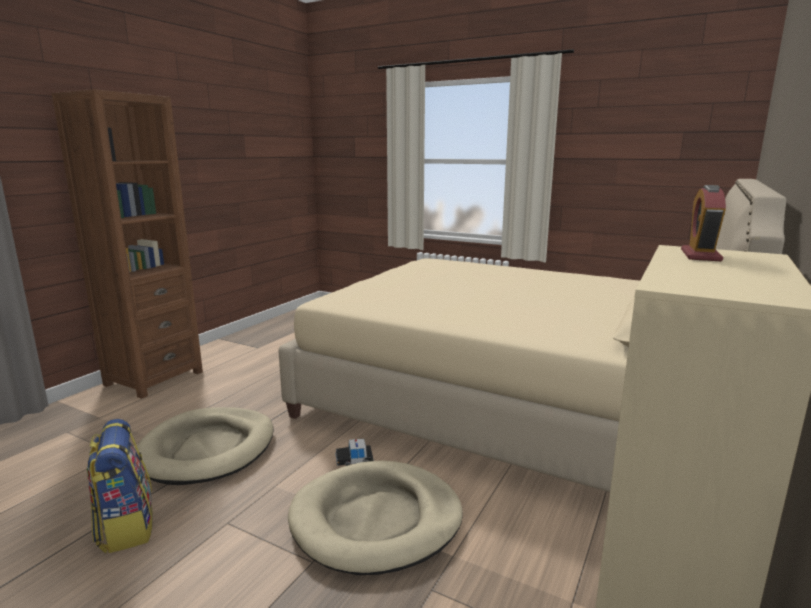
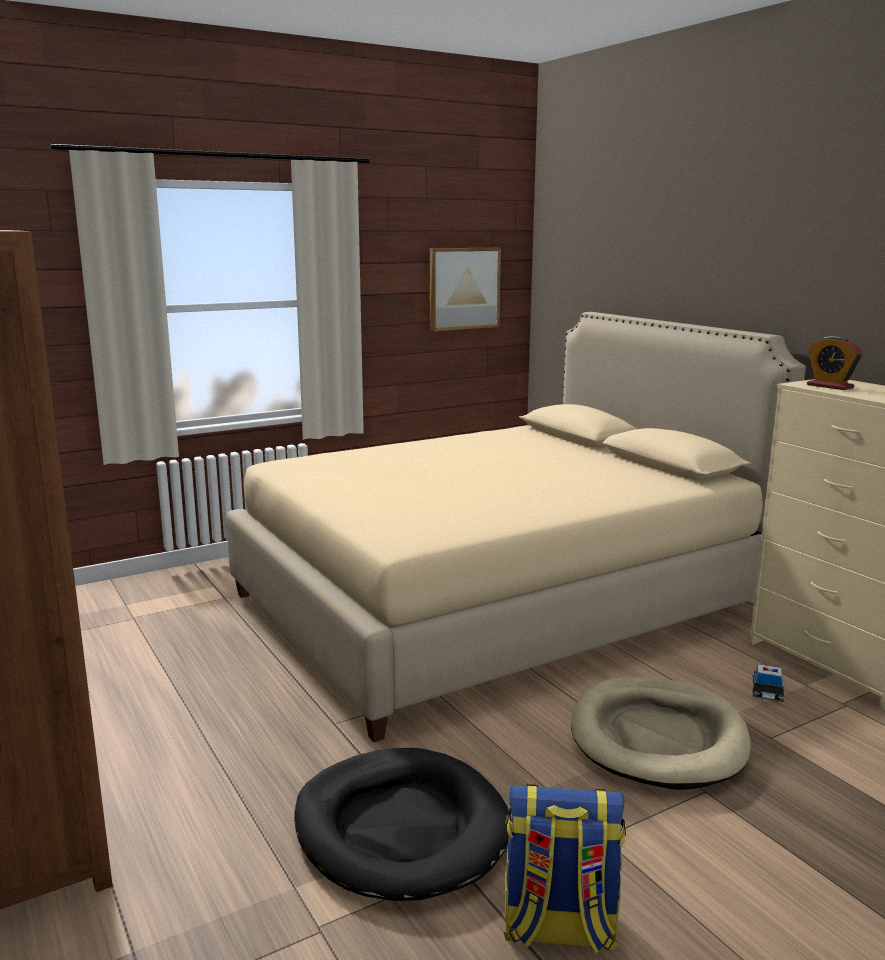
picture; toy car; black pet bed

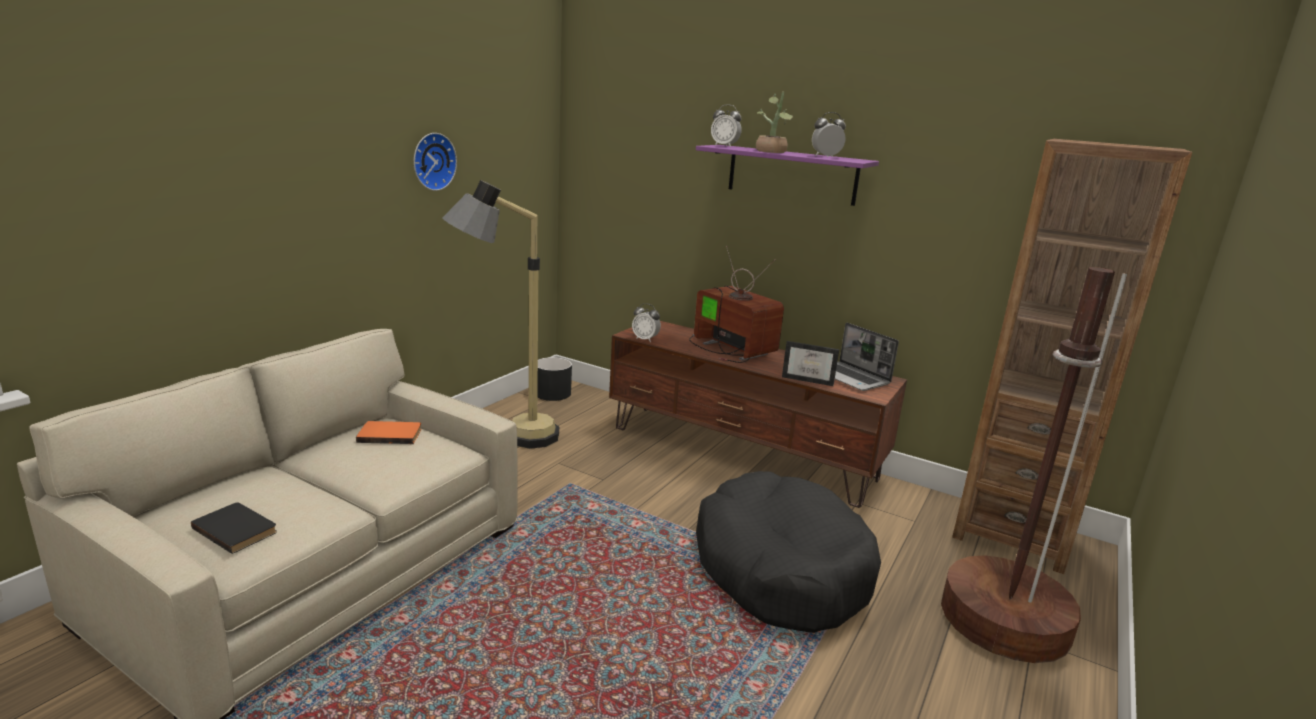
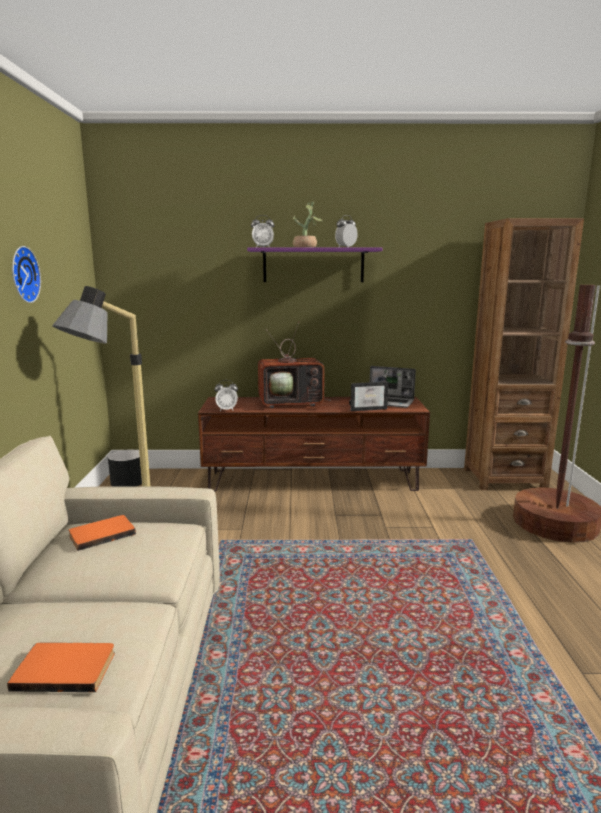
black pet bed; orange volume (no. 1 from left); TV set

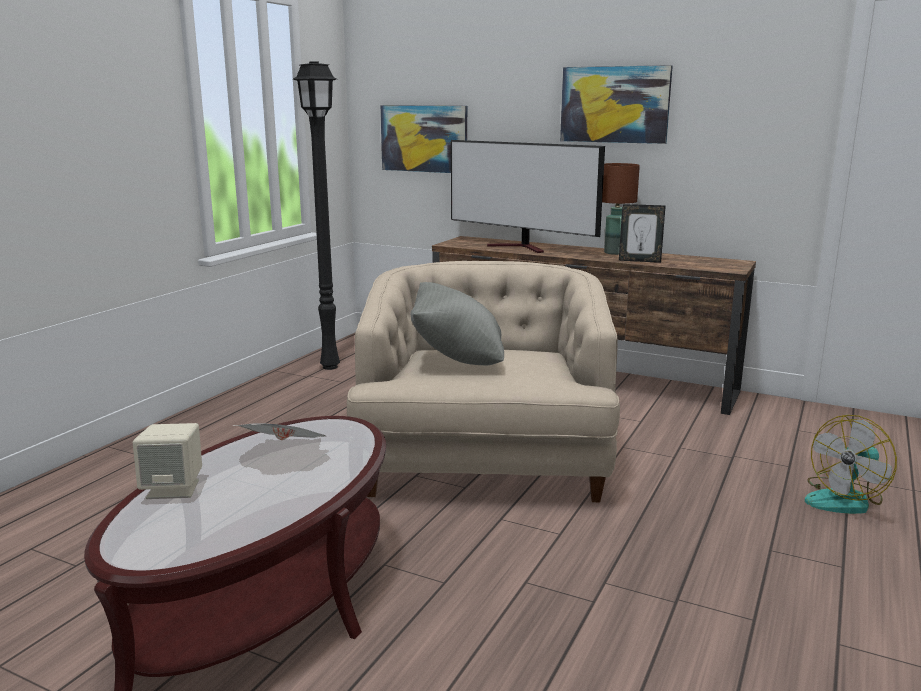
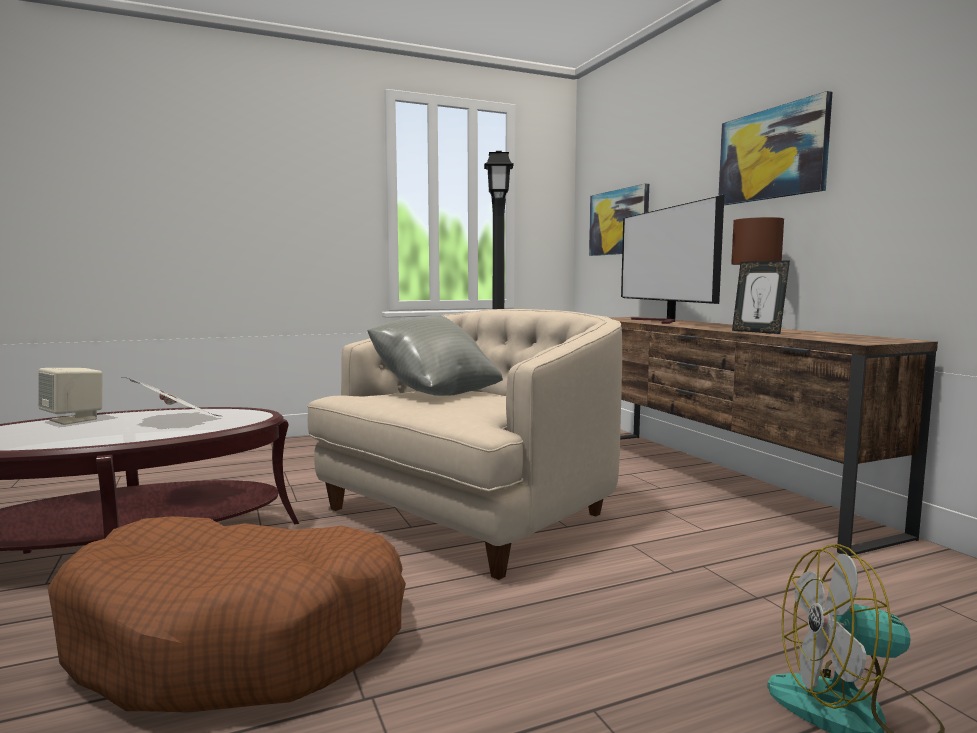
brown pet bed

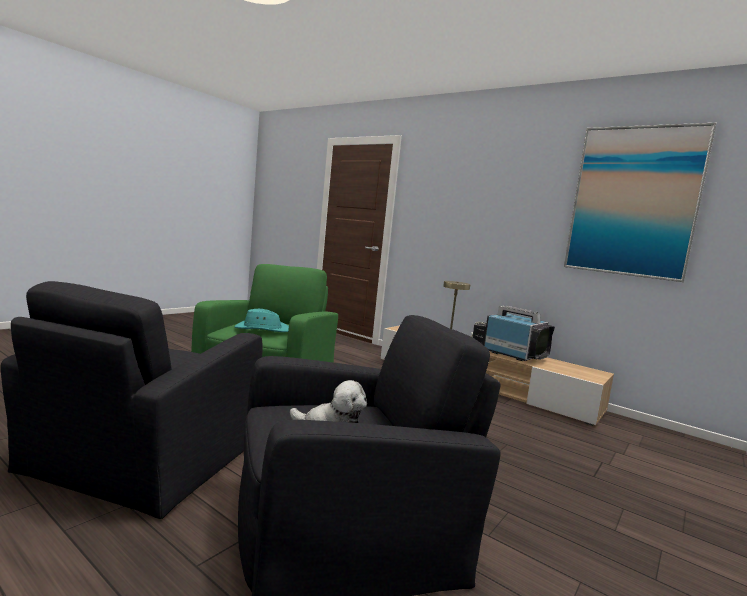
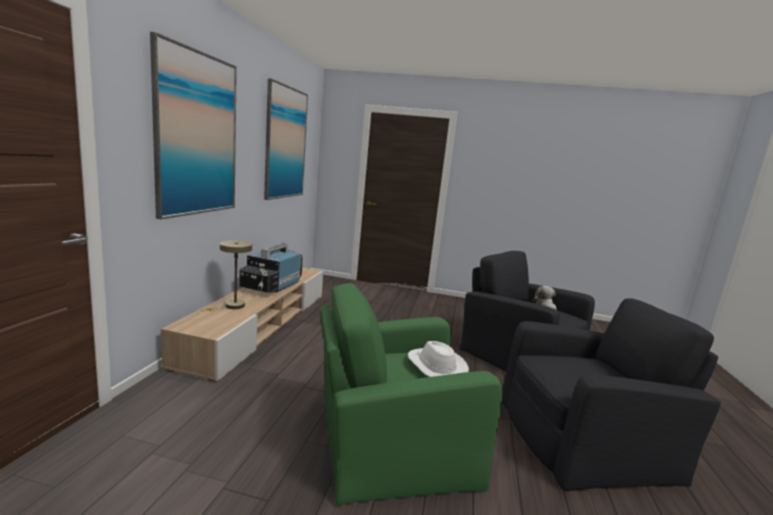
picture (no. 1 from left); white hat

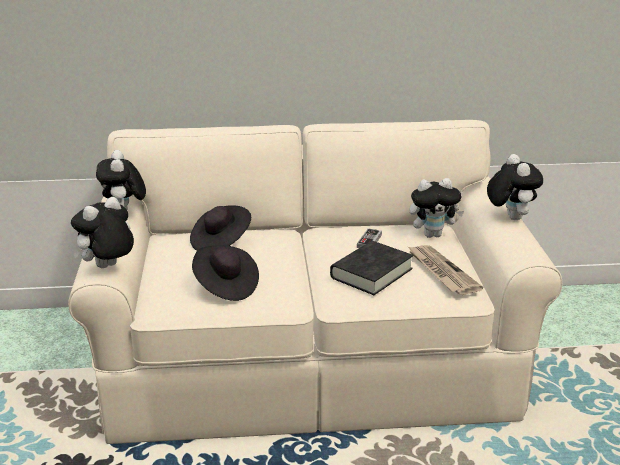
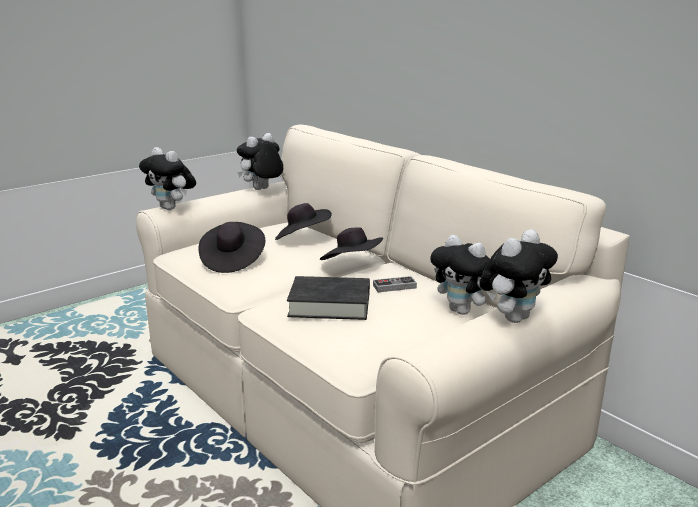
newspaper; black hat (no. 3 from left); plush toy (no. 1 from left)

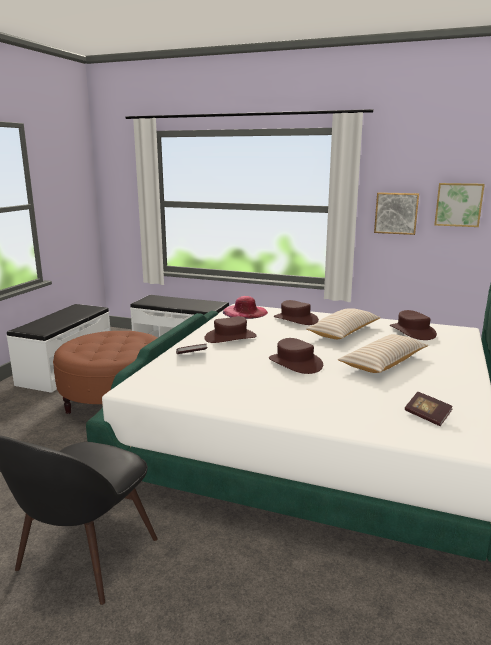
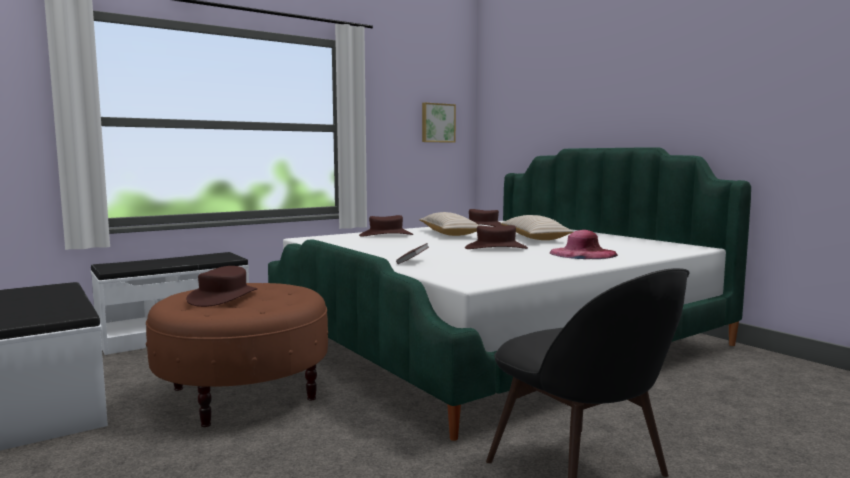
picture (no. 1 from left in the first image); volume (no. 2 from left in the first image); brown hat (no. 1 from left); pinkish hat

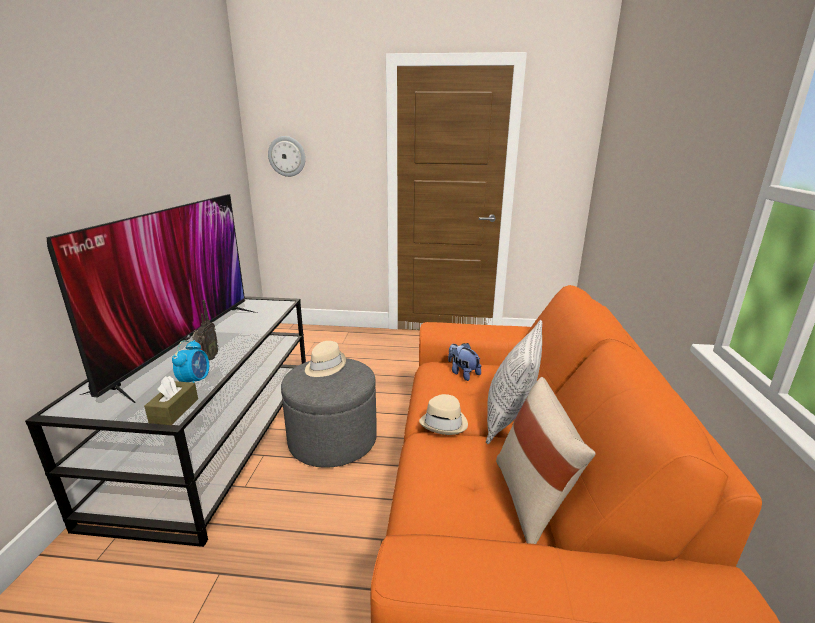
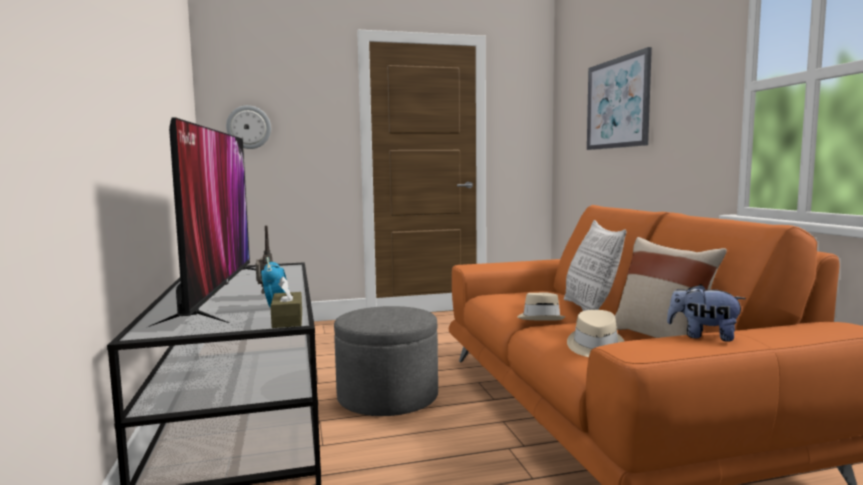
picture; beige hat (no. 2 from left); plush toy

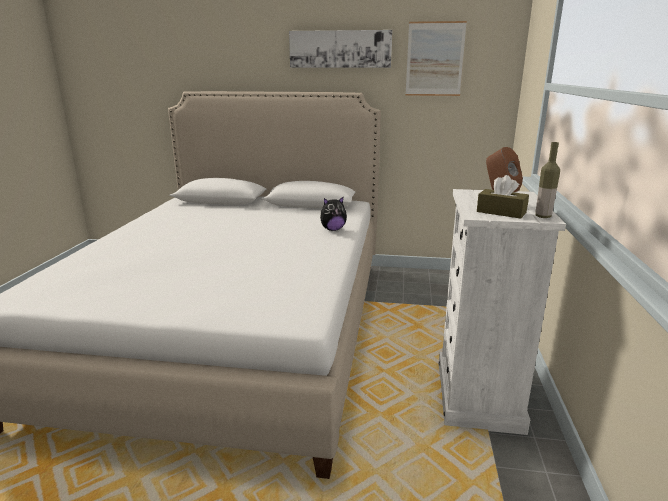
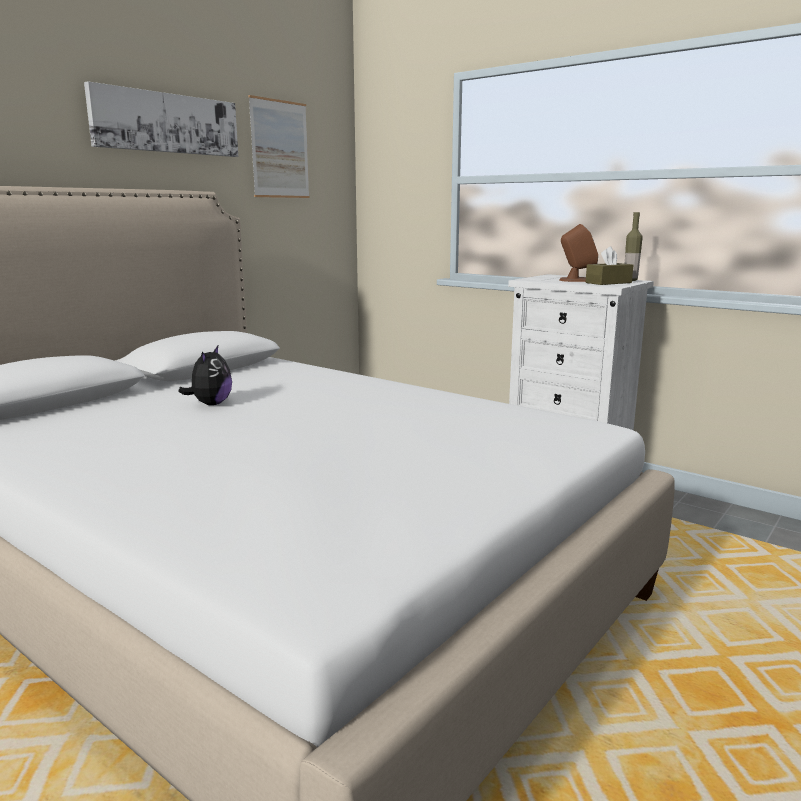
plush toy

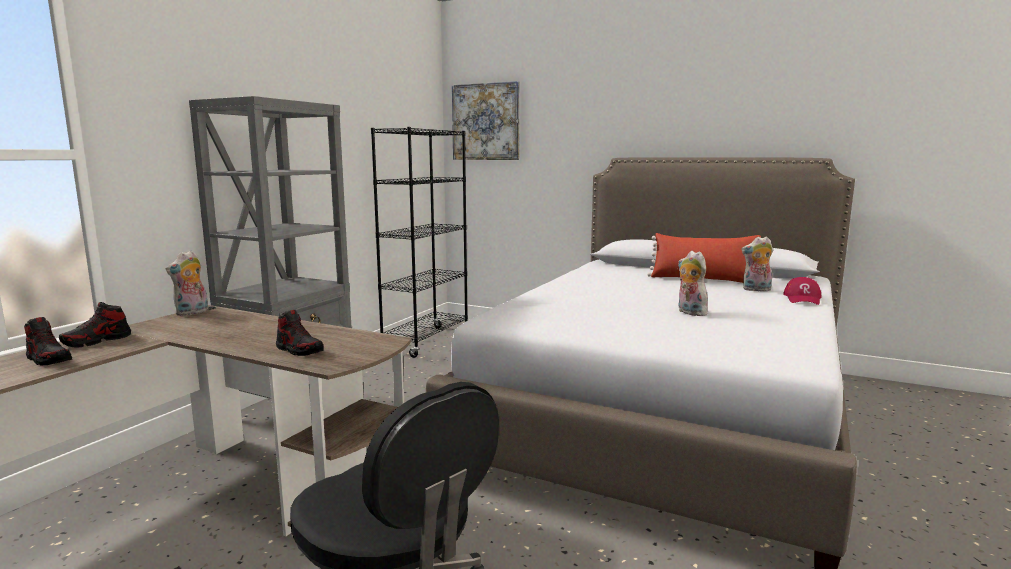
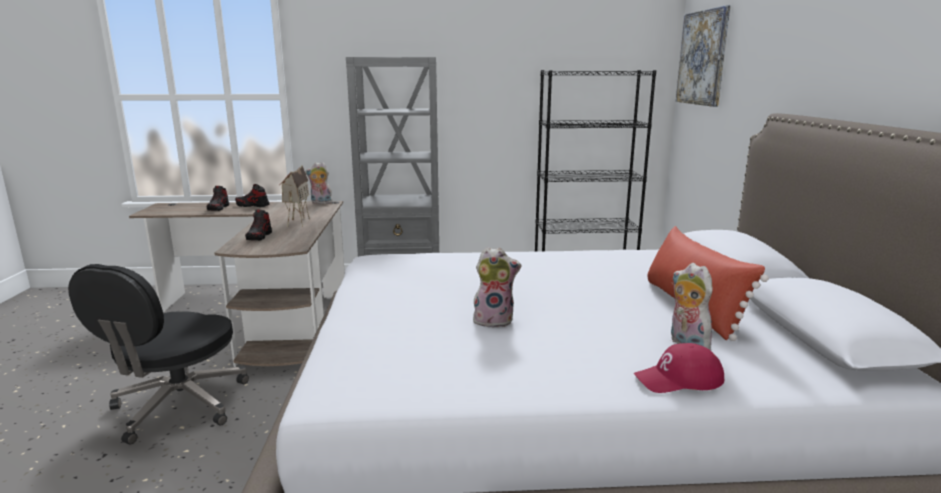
toy house; plush toy (no. 2 from left)

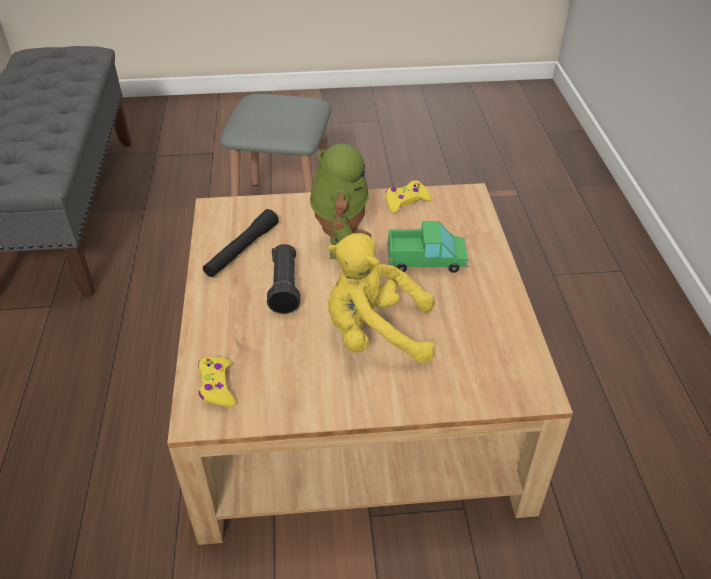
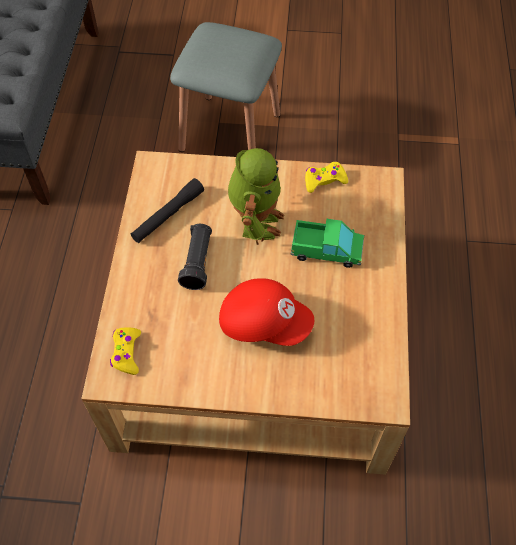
red baseball cap

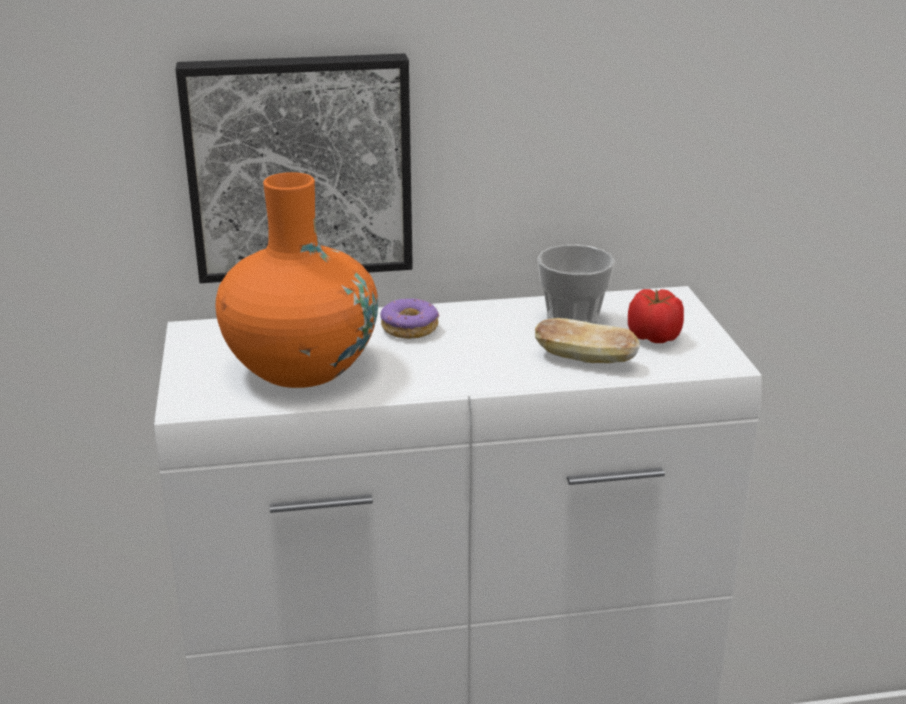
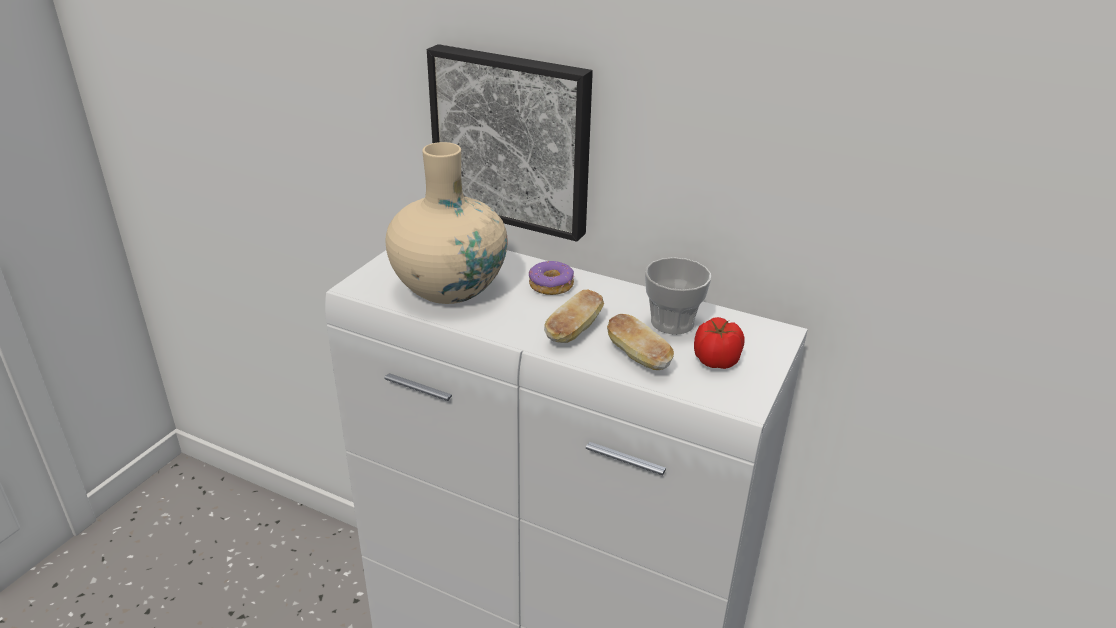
bakery bread (no. 1 from left); beige vase

